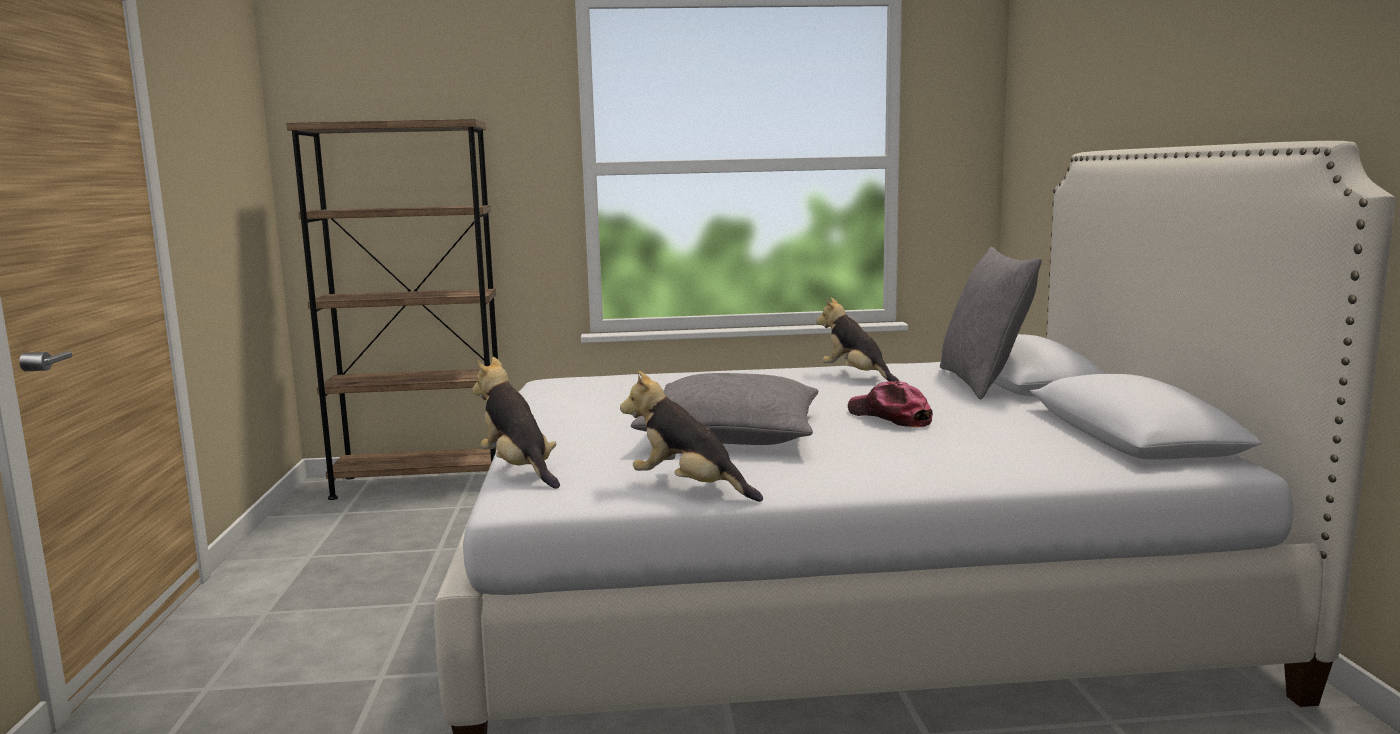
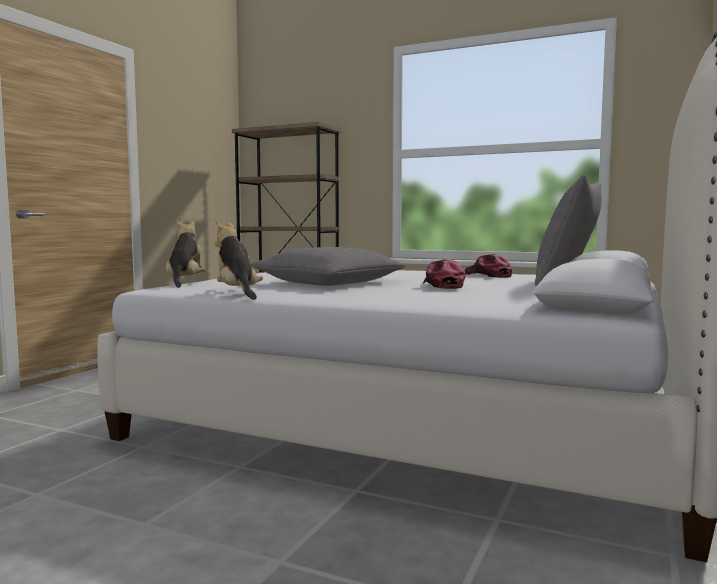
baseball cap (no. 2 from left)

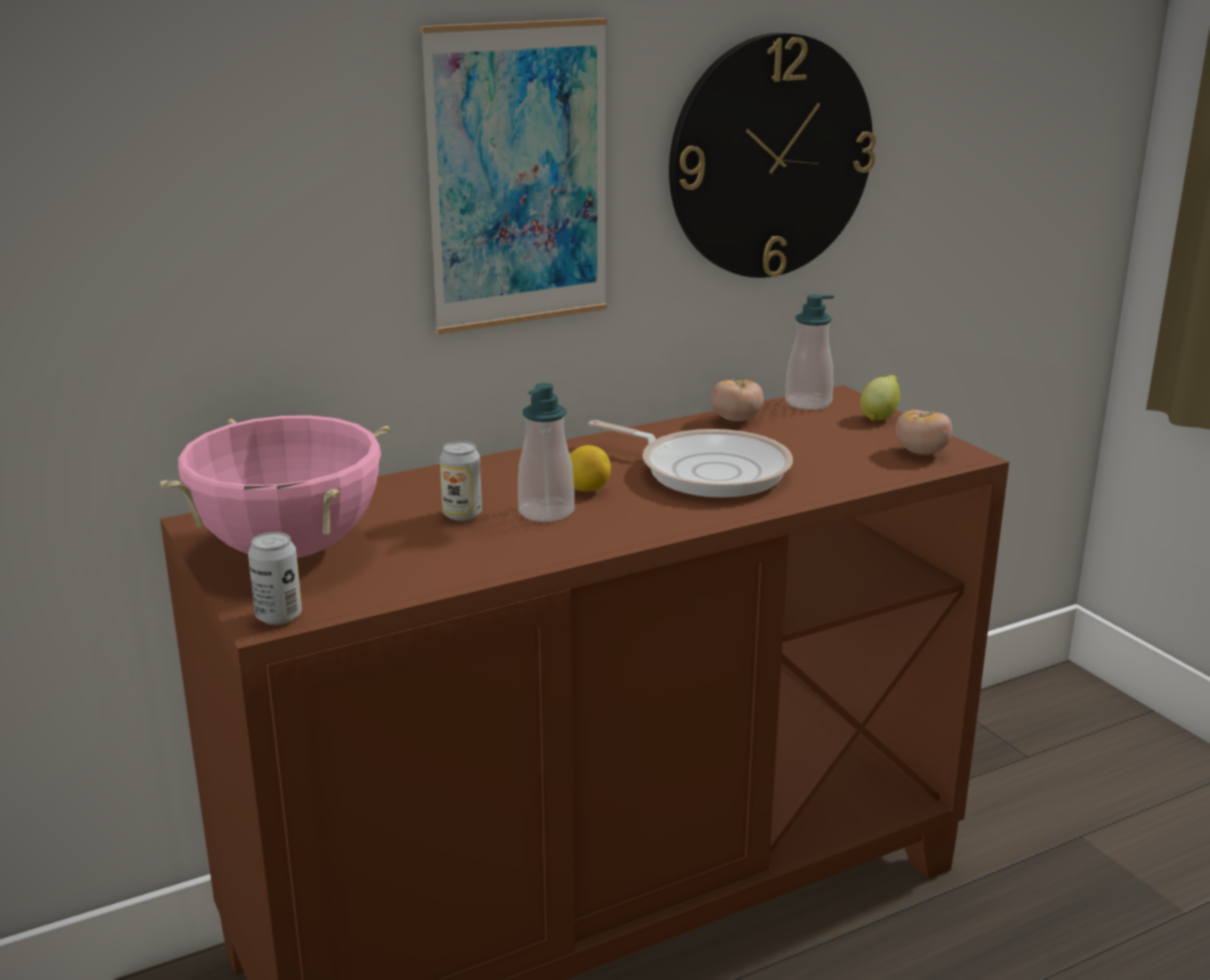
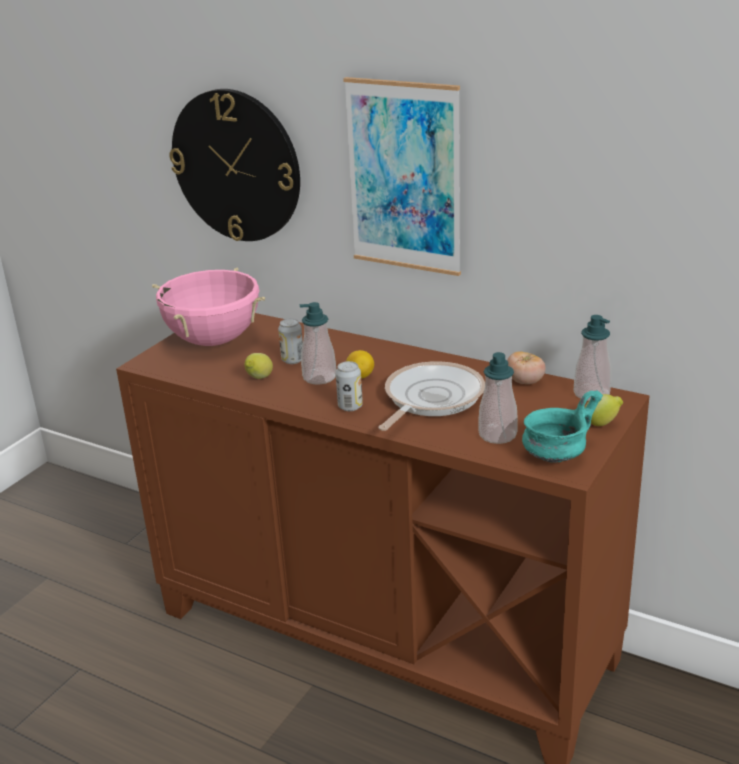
lemon (no. 1 from left); liquid soap bottle (no. 2 from left); metal can (no. 2 from left); hanging clock; turquoise-coloured bowl; frying pan

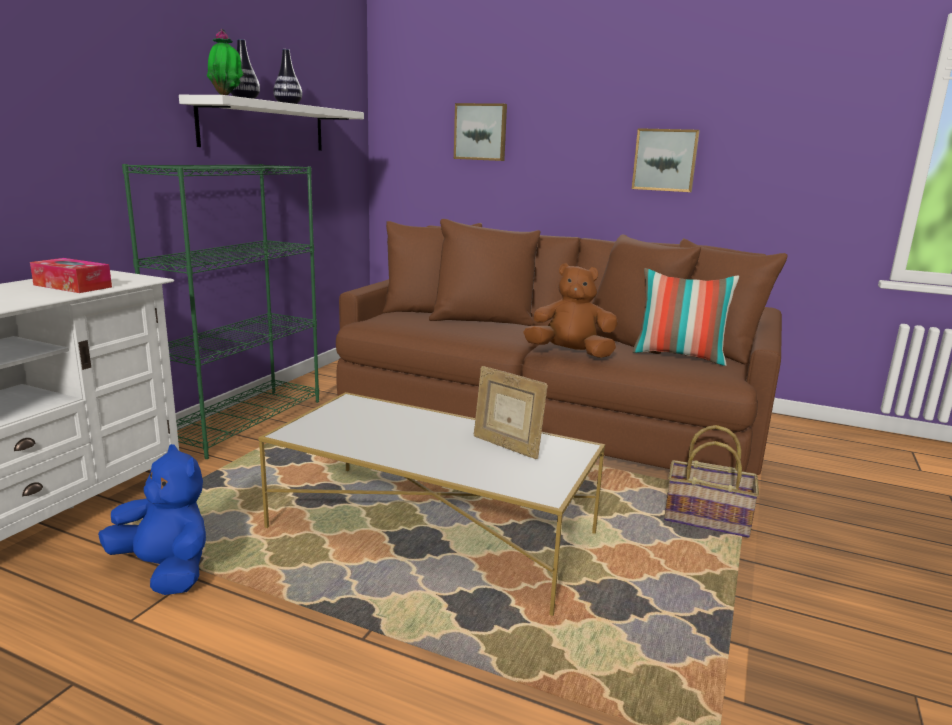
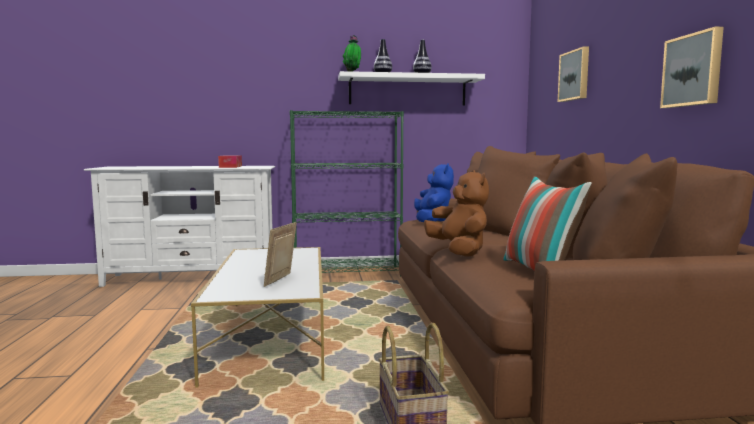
blue plush toy

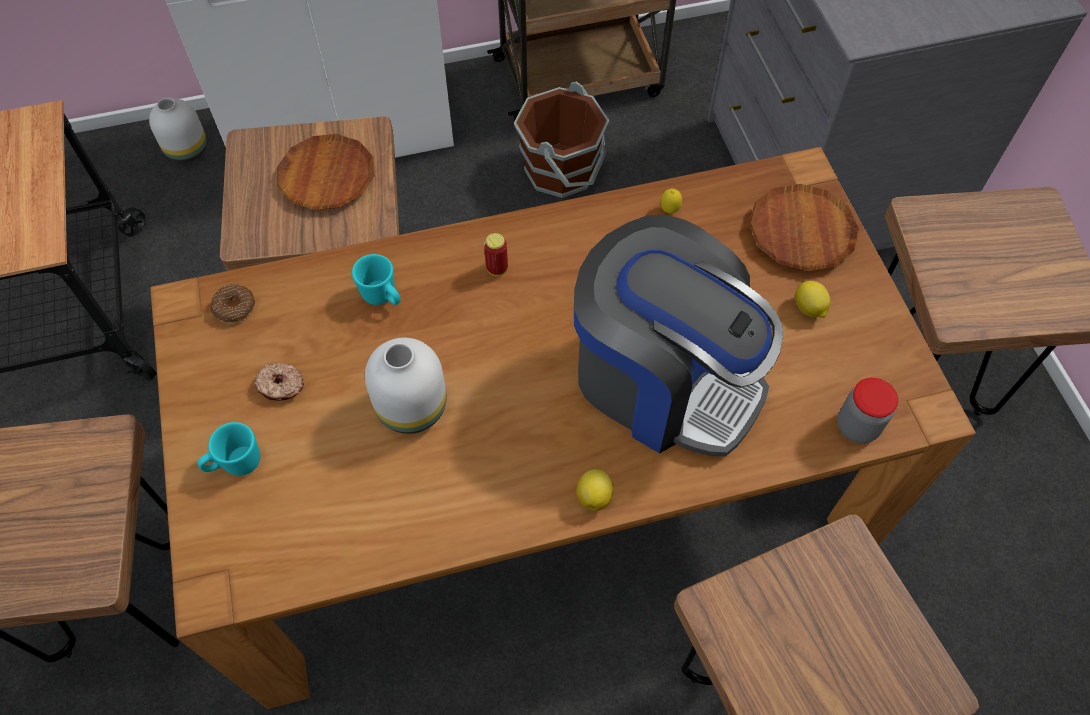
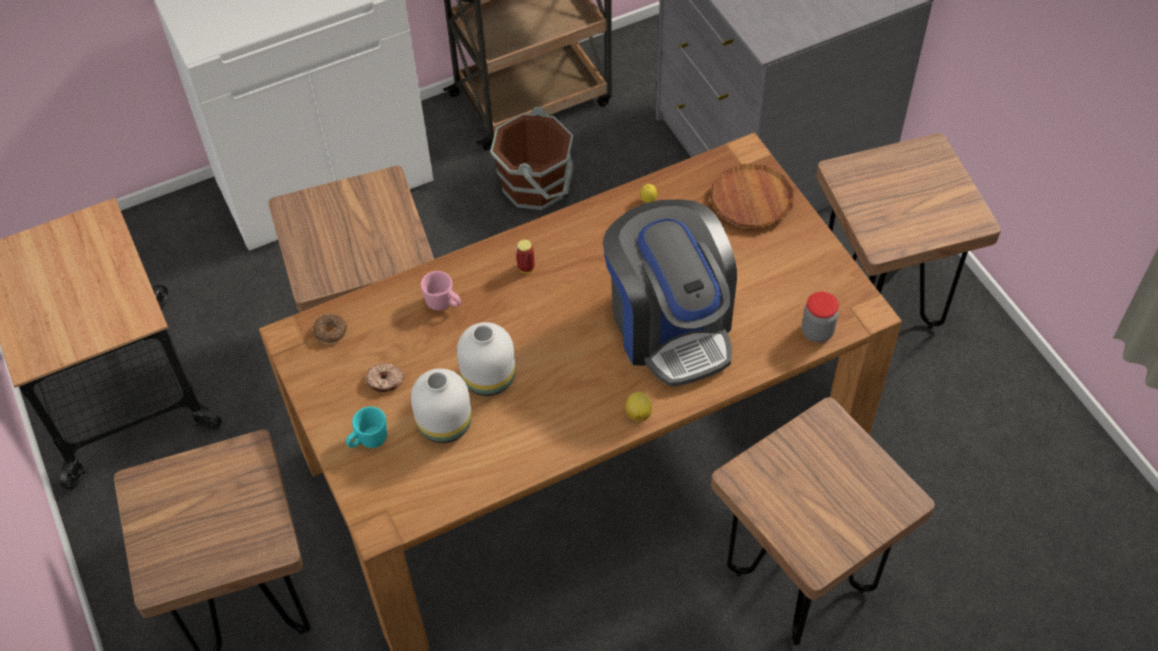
brown dinner plate (no. 1 from left in the first image); lemon (no. 3 from left in the first image); white vase (no. 1 from left); pinkish tea mug; coffee machine

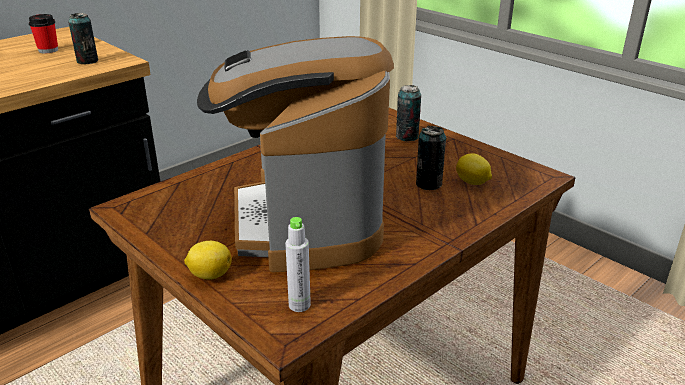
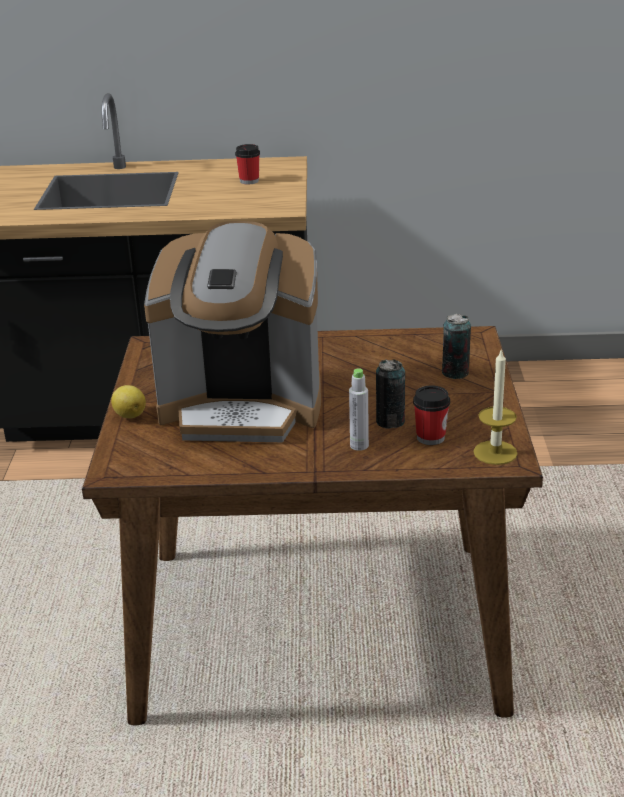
metal can (no. 1 from left in the first image); candle; greyish bottle; cup (no. 2 from left); coffee machine

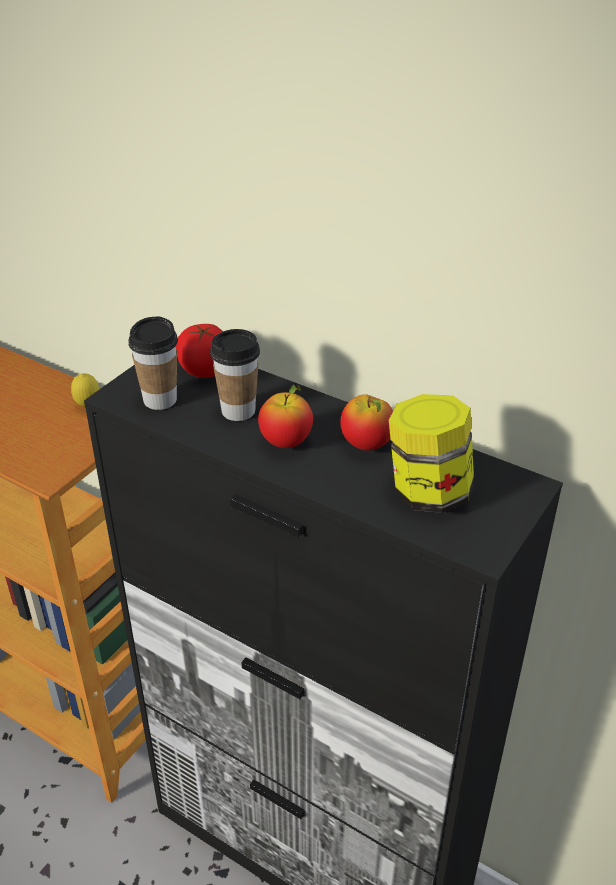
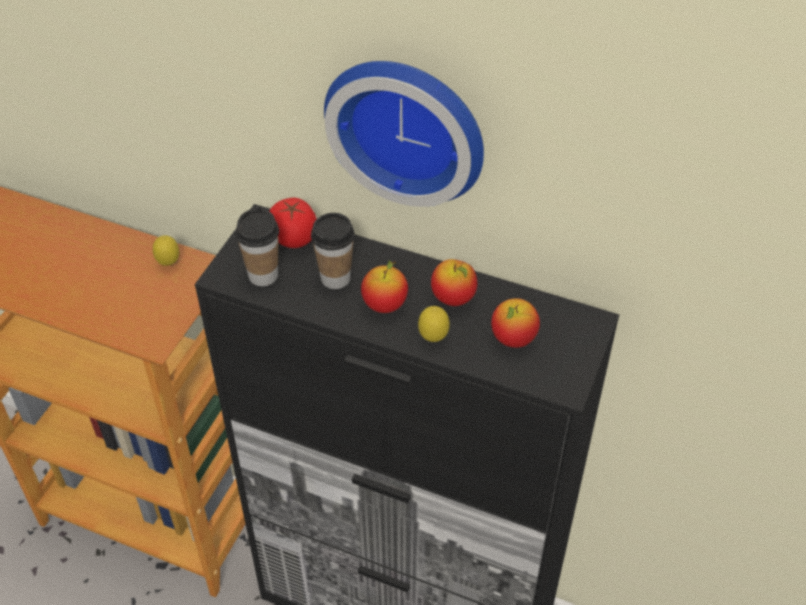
hanging clock; lemon (no. 2 from left); apple fruit (no. 3 from left)

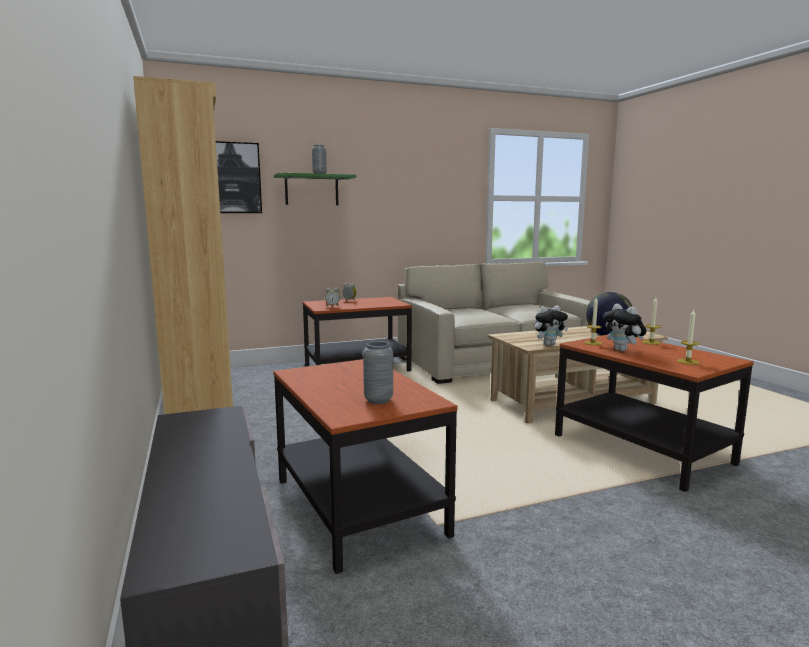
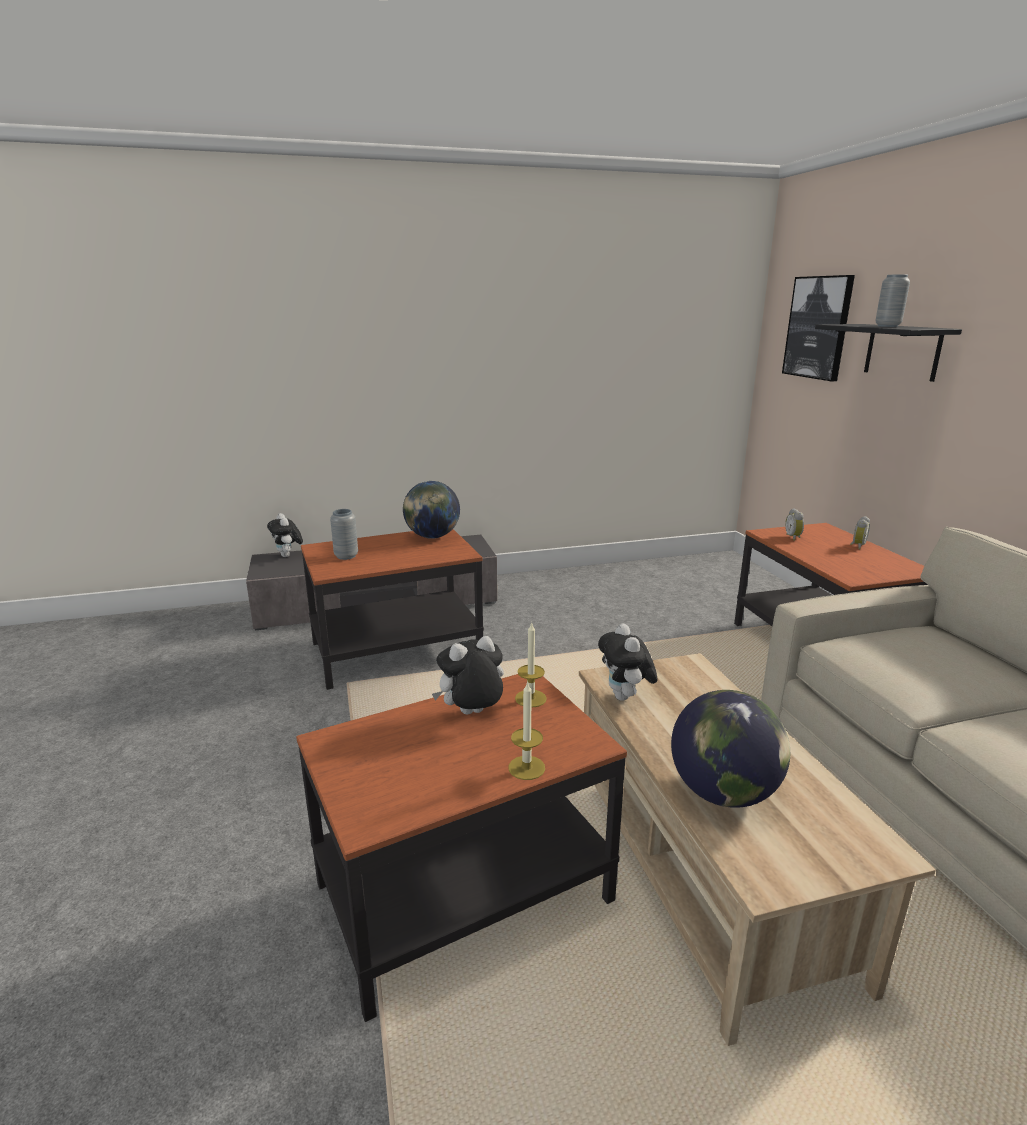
brown shelving unit; candle (no. 3 from left in the first image); plush toy (no. 1 from left); world globe (no. 1 from left); black wall shelf

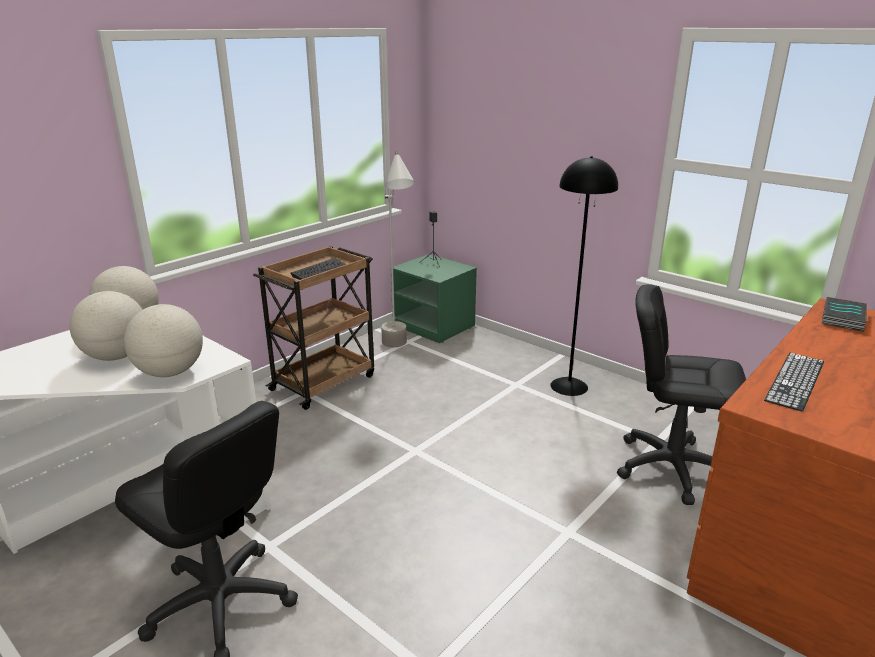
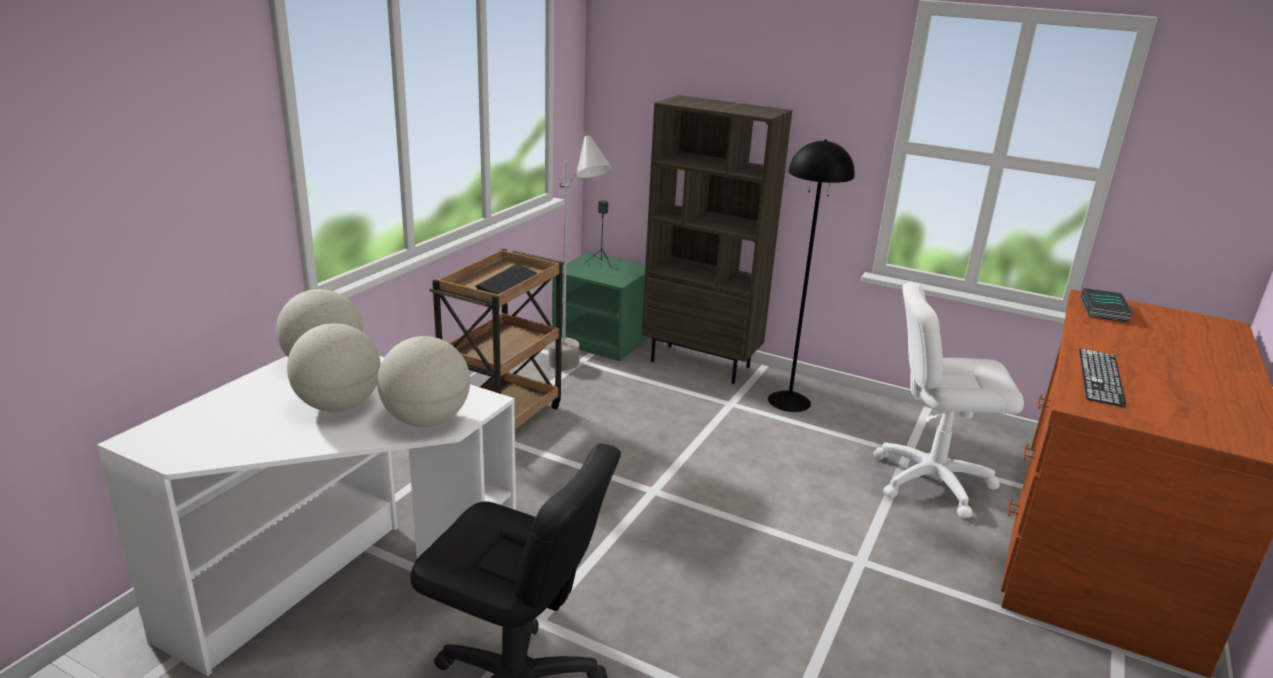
brown shelving unit; white desk chair

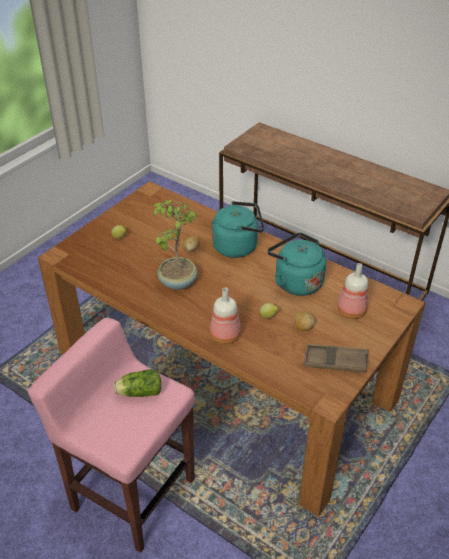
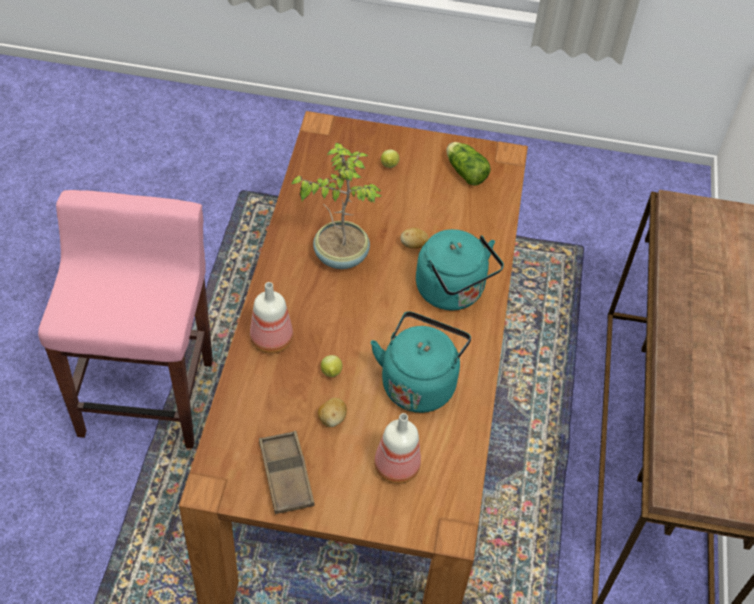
lettuce head

